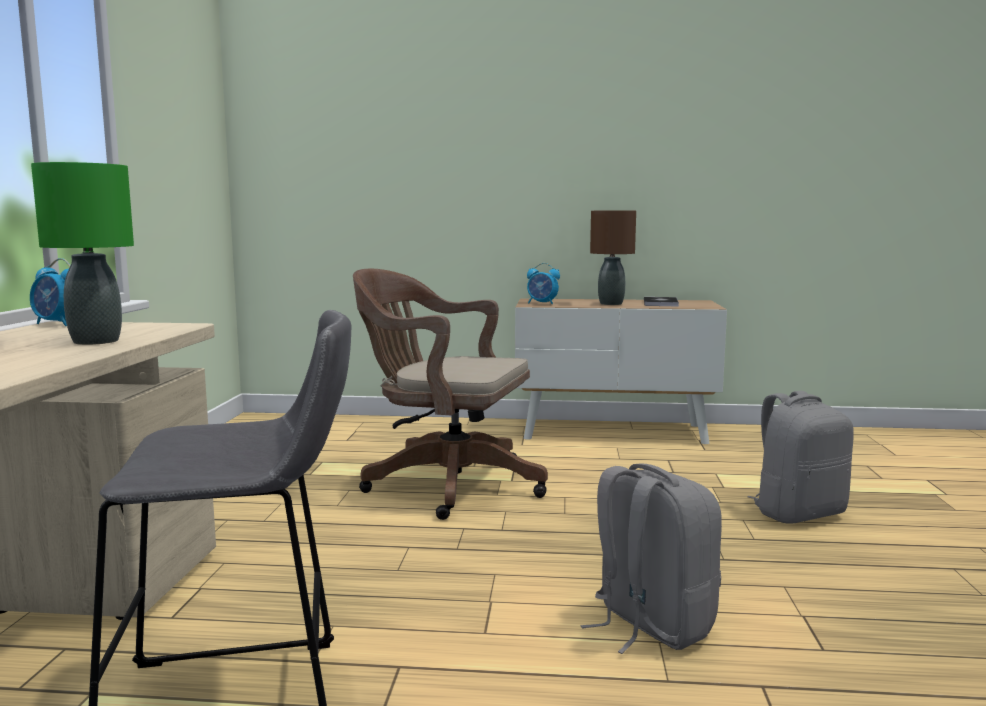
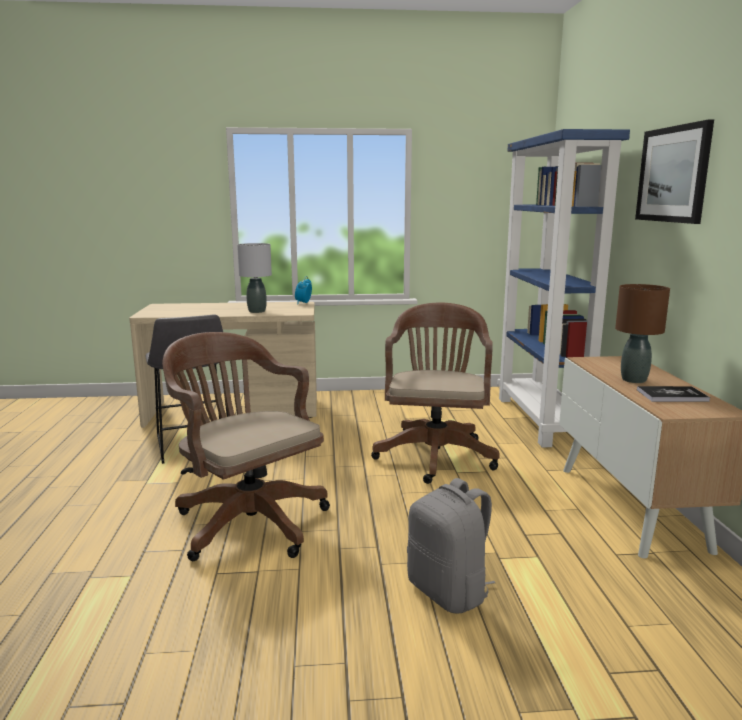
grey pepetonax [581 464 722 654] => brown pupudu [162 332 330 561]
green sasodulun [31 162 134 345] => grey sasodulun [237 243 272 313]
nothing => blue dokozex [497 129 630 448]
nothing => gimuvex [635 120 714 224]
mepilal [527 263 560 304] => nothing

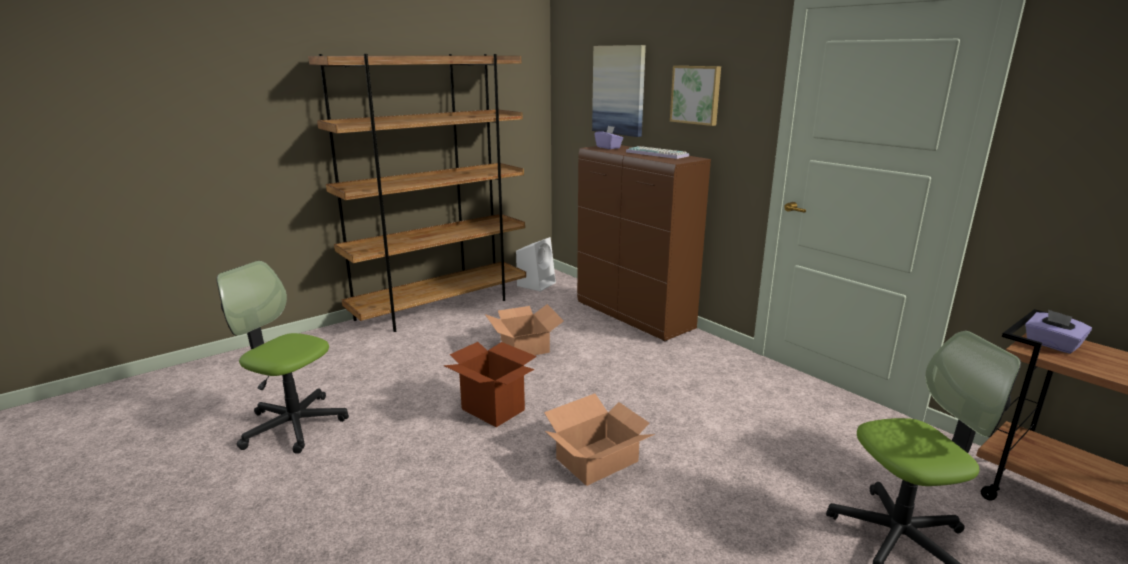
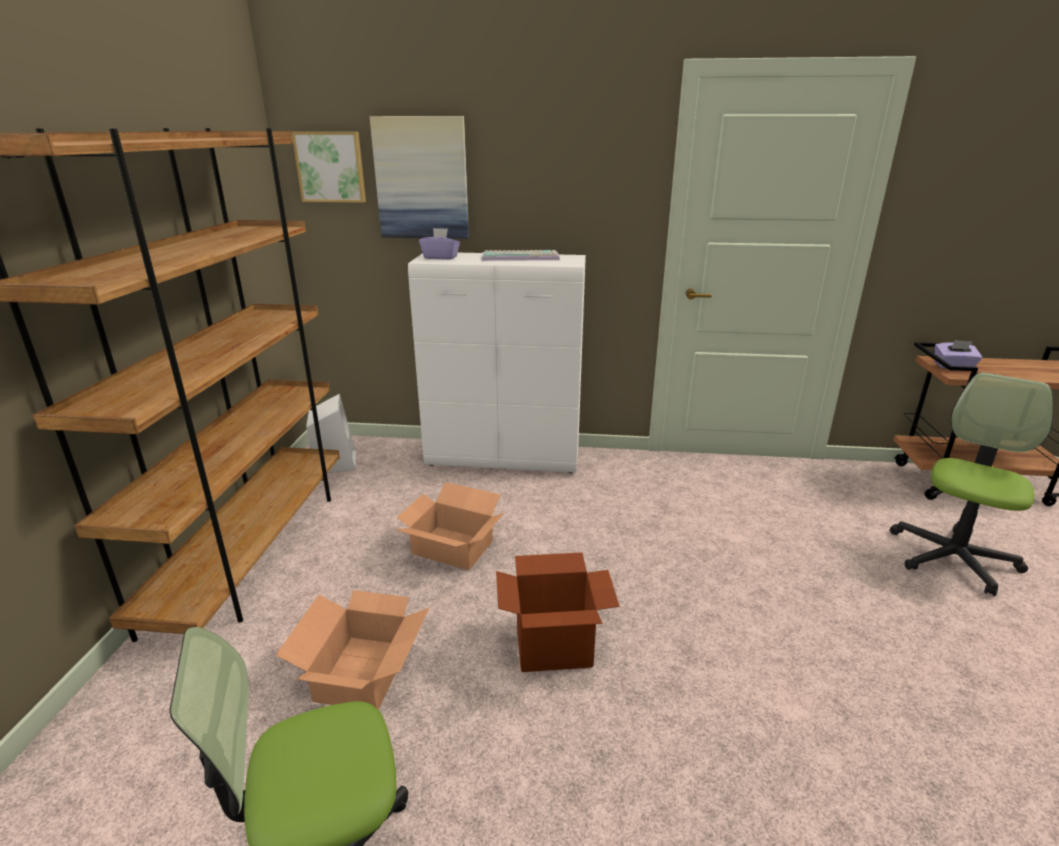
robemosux [544 394 655 486] => robemosux [276 590 429 710], relocated
gimuvex [670 66 721 126] => gimuvex [292 132 366 203], relocated
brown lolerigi [577 145 711 341] => white lolerigi [408 253 586 473]

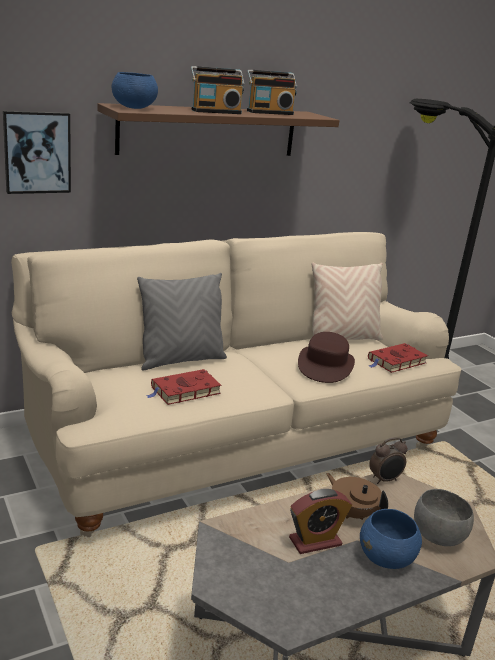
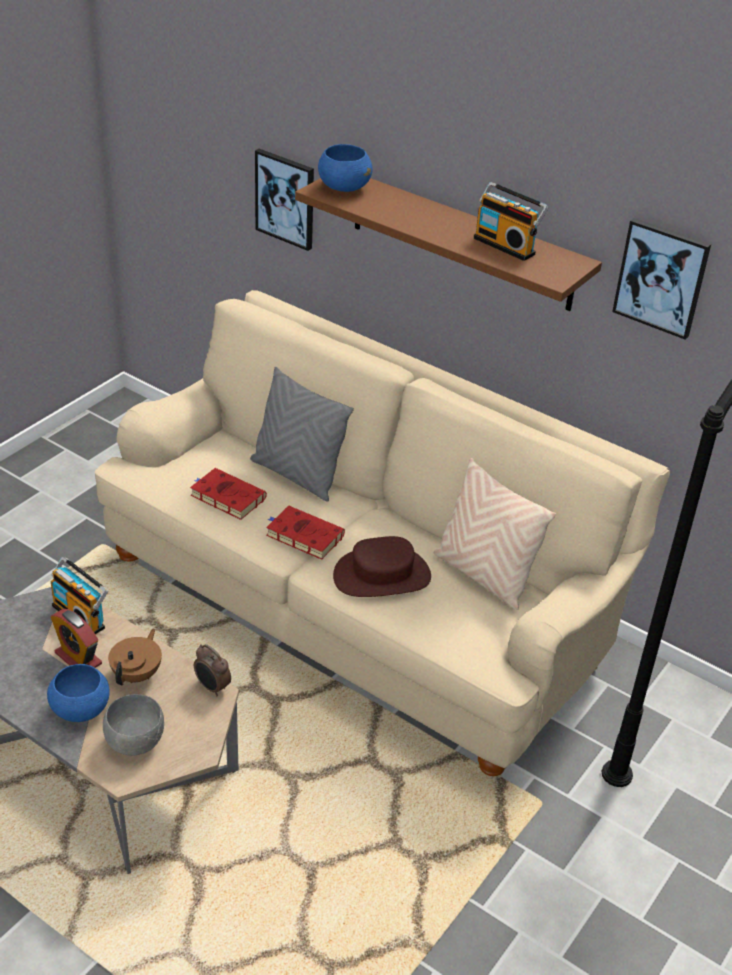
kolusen [190 66 245 114] => kolusen [51 557 108 634], relocated
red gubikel [368 343 428 373] => red gubikel [266 506 345 560], relocated
nothing => gimuvex [612 218 711 340]

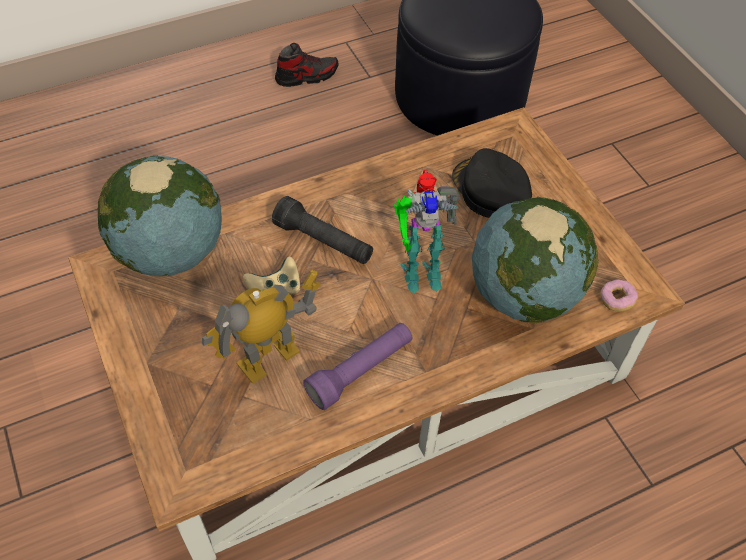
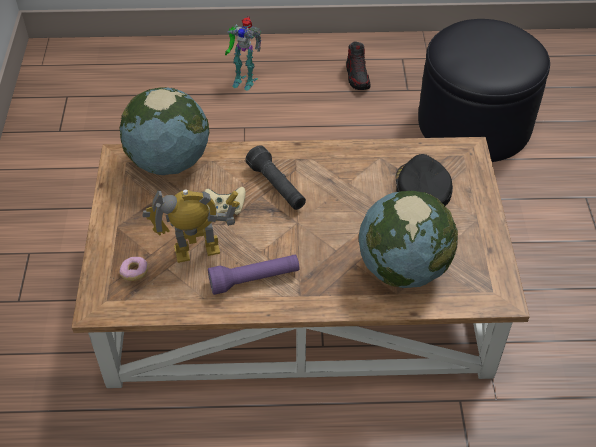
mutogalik [600 279 638 312] => mutogalik [119 257 148 281], relocated
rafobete [394 169 460 293] => rafobete [225 17 261 91], relocated
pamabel [275 43 338 87] => pamabel [346 41 370 90], 75 degrees clockwise

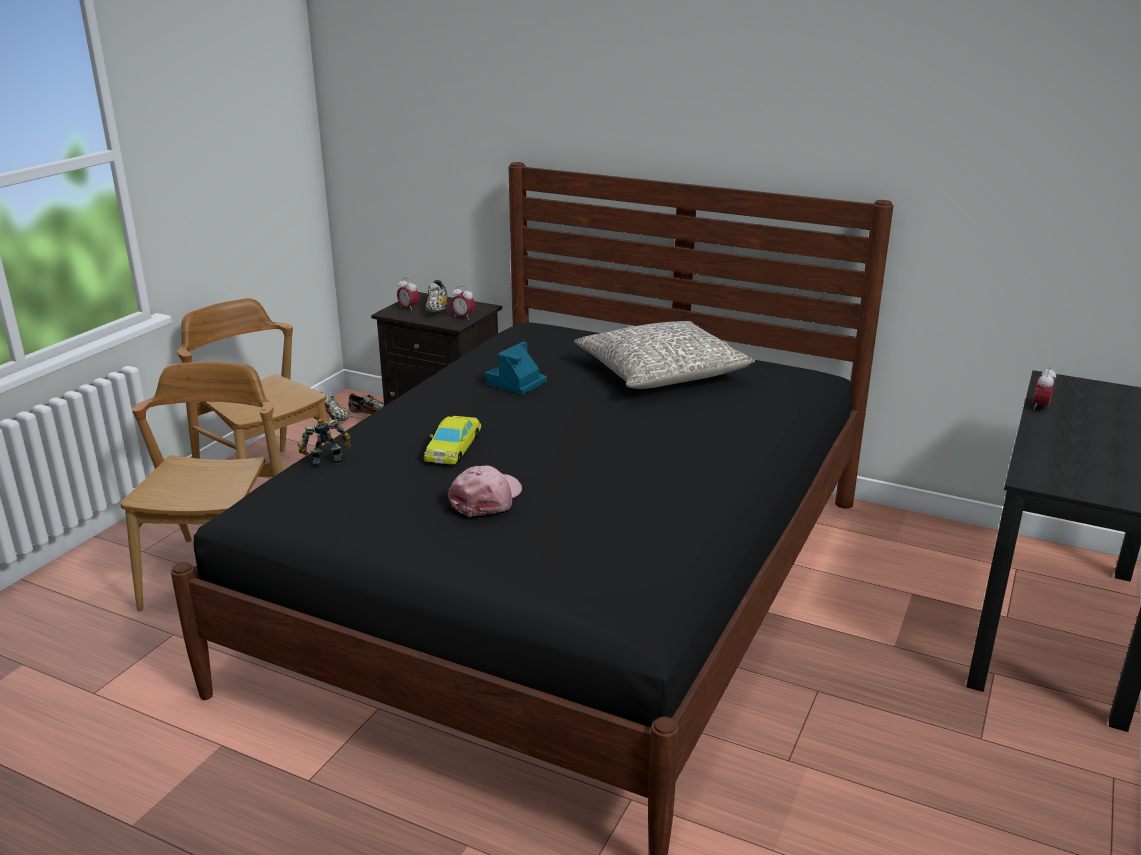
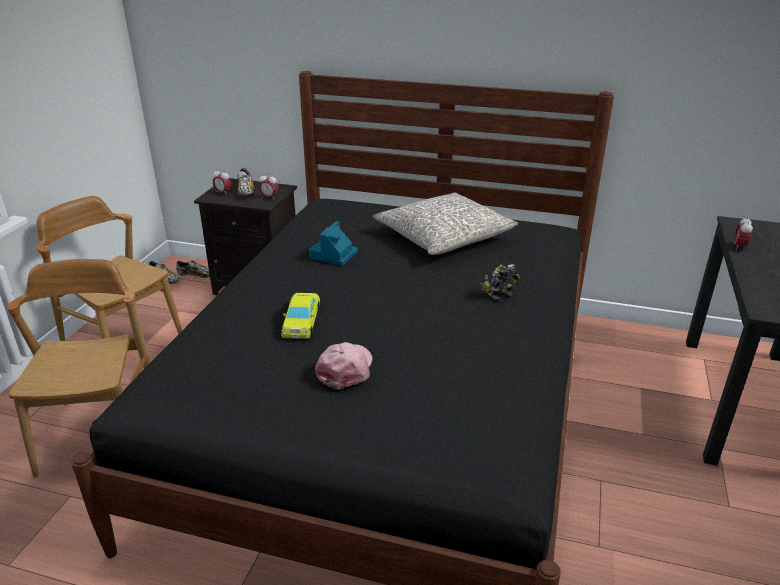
rafobete [297 419 351 466] => rafobete [481 264 520 301], relocated

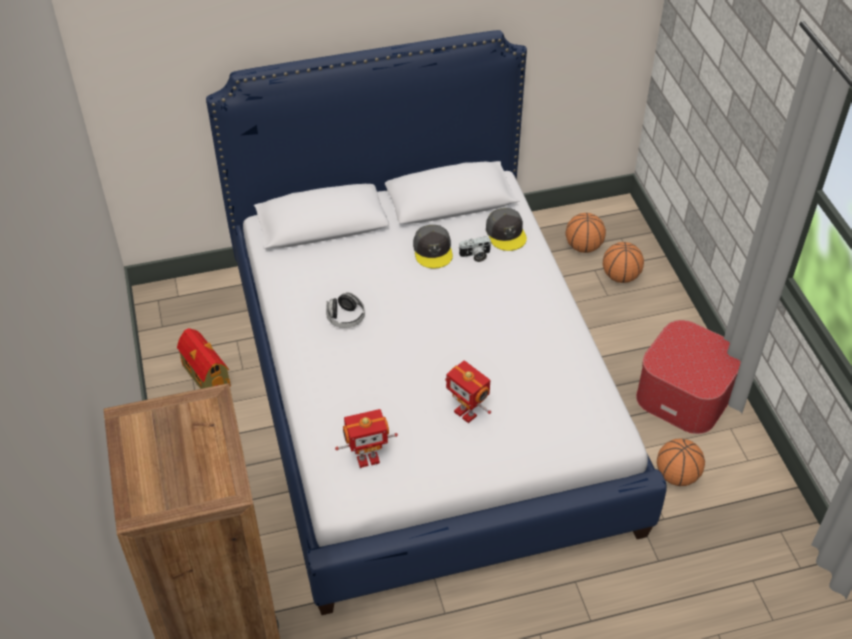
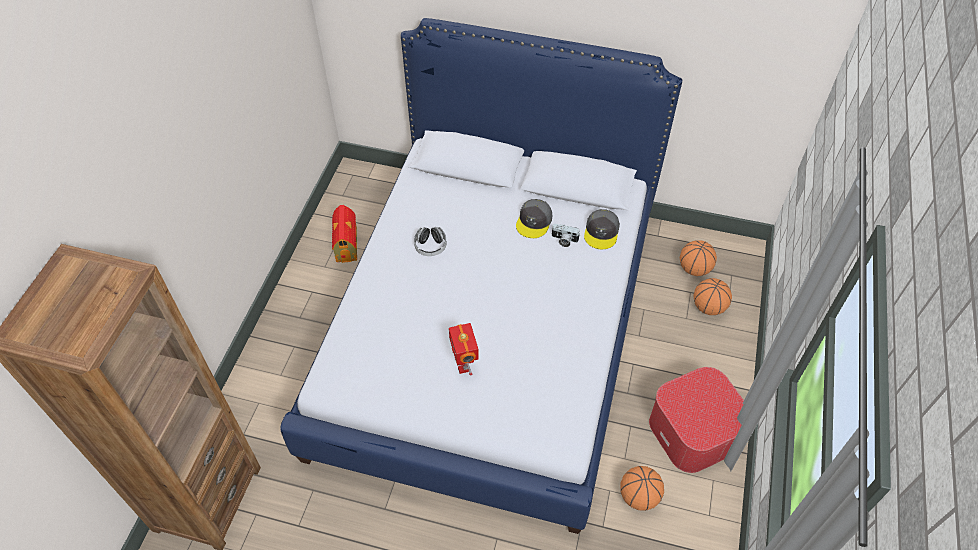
rafobete [335 409 398 468] => nothing

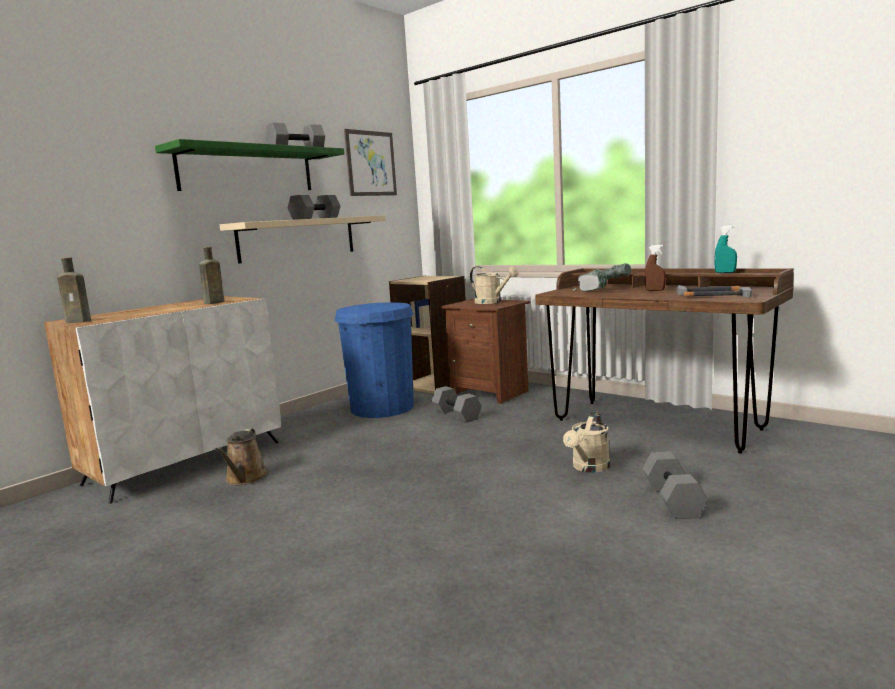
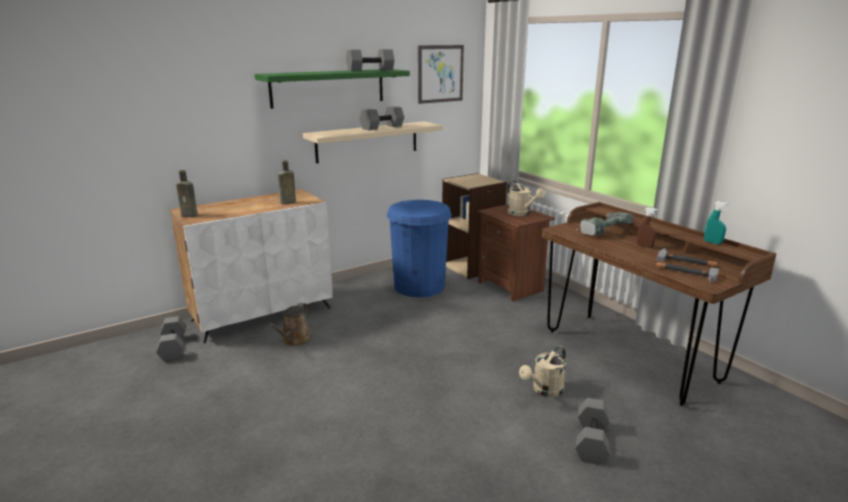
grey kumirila [432 386 482 422] => grey kumirila [156 316 186 361], relocated

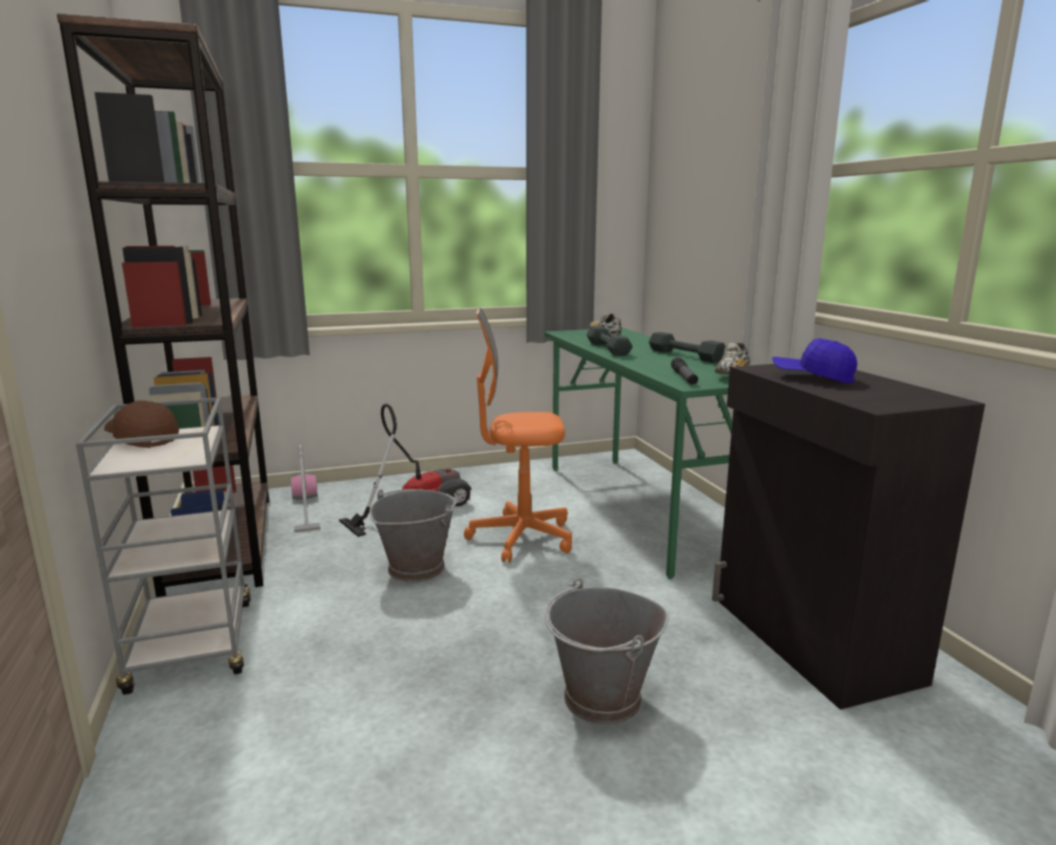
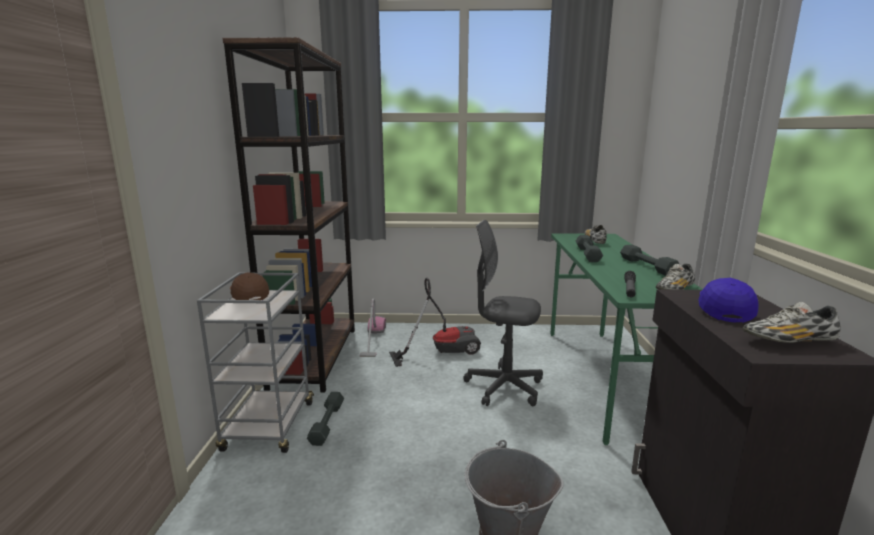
nothing => grey kumirila [307 392 344 446]
orange pupudu [464 308 572 563] => grey pupudu [463 220 543 406]
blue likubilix [772 338 857 384] => blue likubilix [698 278 758 323], 60 degrees clockwise
nothing => pamabel [743 302 841 343]
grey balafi [369 489 457 582] => nothing

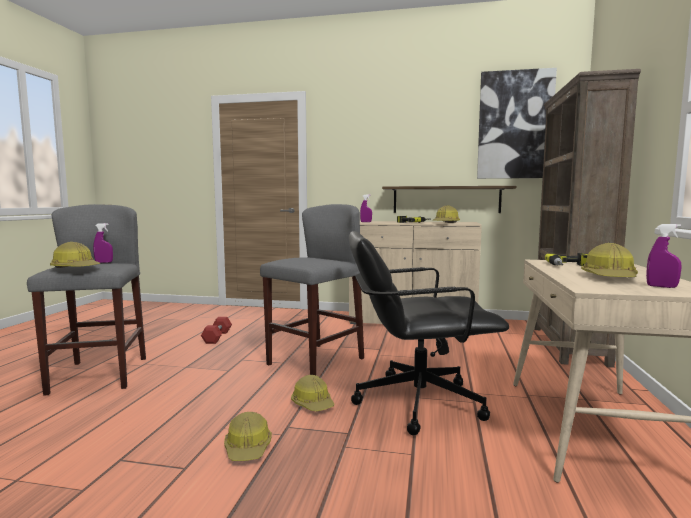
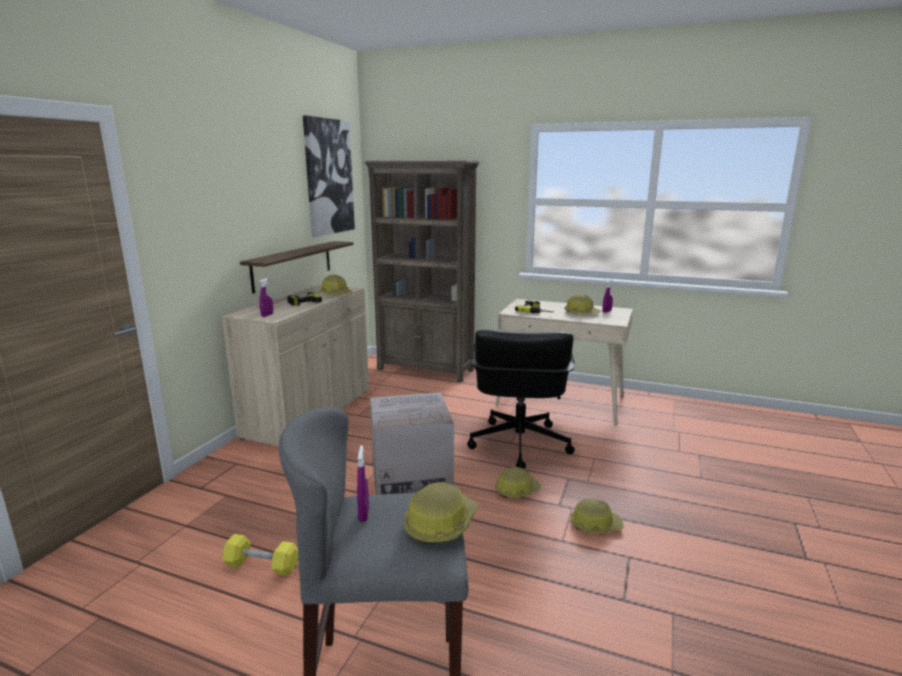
red kumirila [201 317 232 344] => yellow kumirila [222 534 298 576]
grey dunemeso [260 204 364 375] => robemosux [370 392 454 495]

